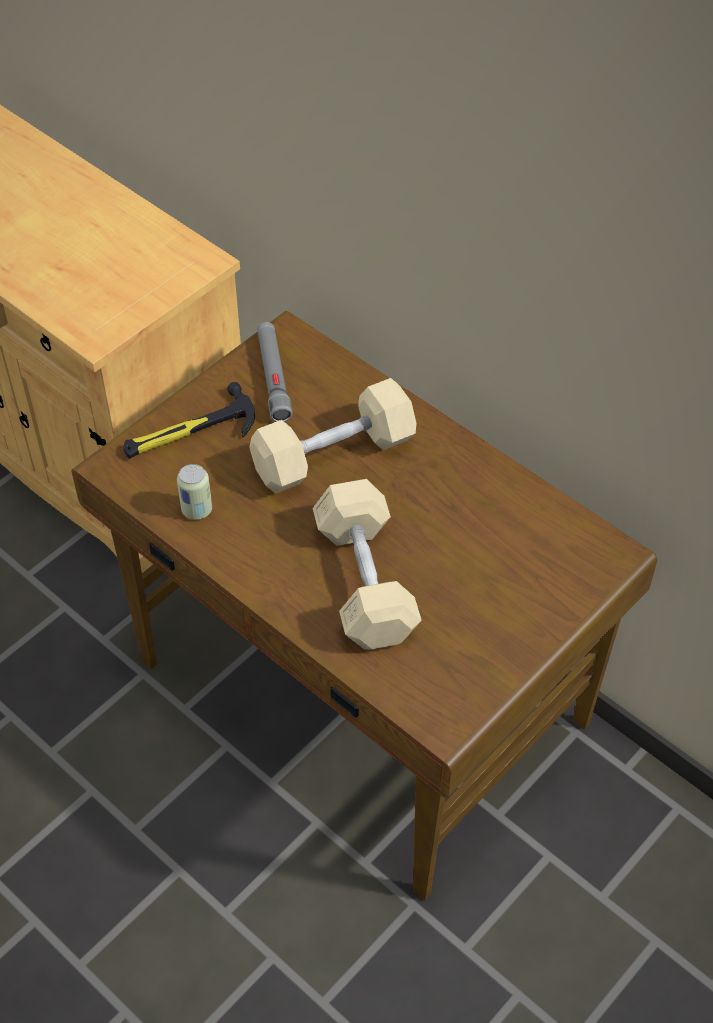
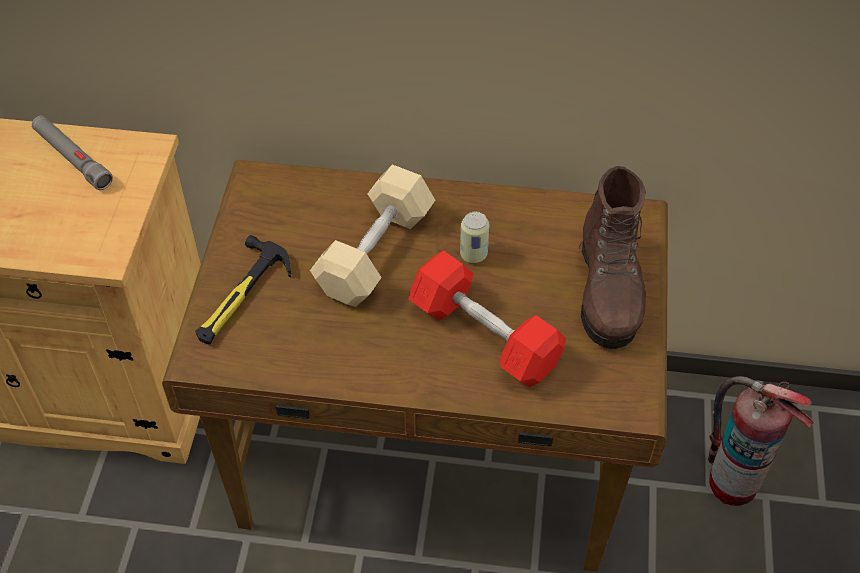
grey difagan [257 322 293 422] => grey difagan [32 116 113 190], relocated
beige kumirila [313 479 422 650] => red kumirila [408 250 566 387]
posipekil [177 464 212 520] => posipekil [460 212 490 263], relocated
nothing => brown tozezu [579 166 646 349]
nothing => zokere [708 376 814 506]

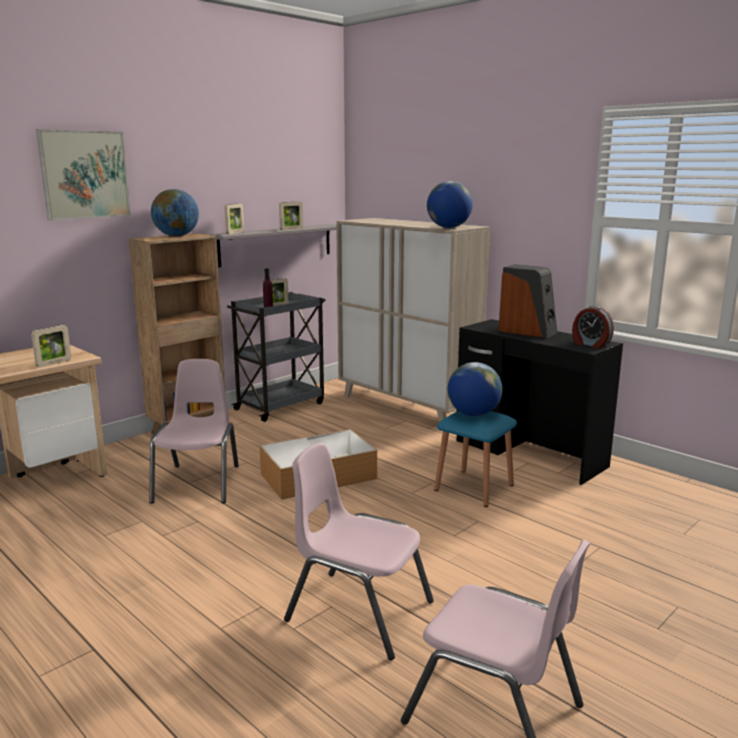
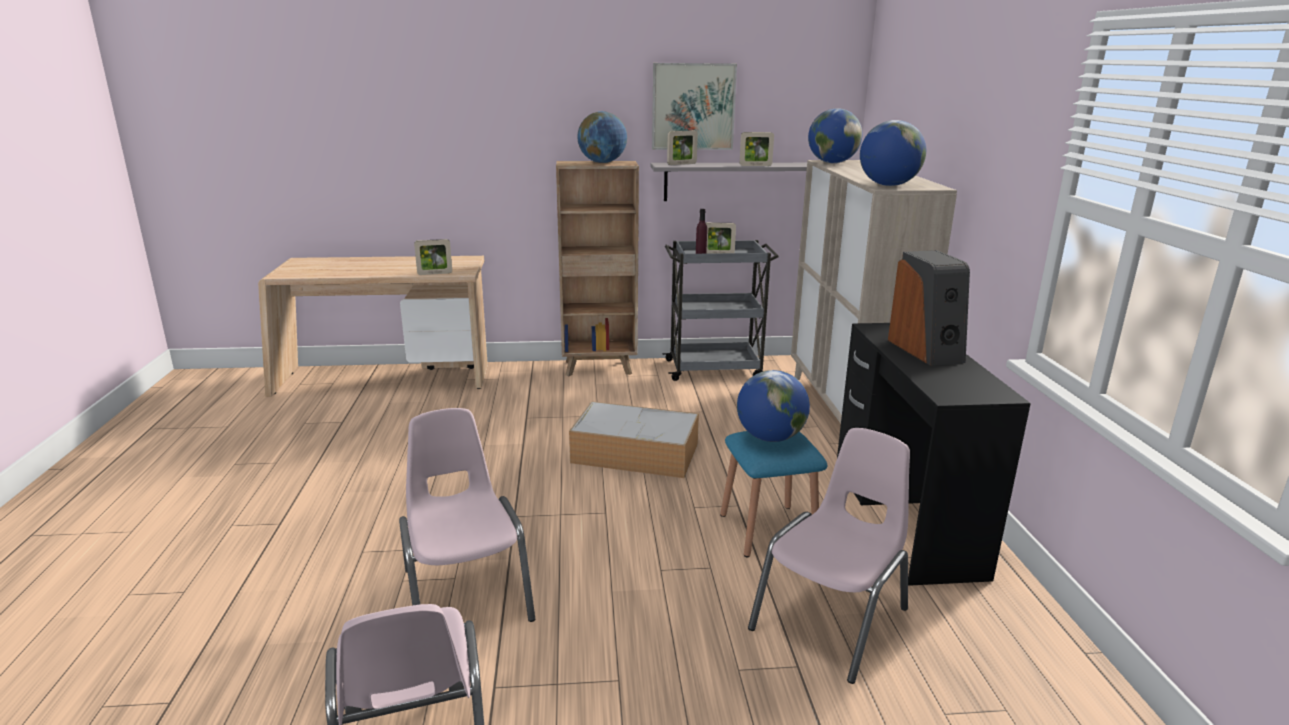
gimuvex [36 129 131 220] => gimuvex [652 63 737 150], relocated
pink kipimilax [149 359 239 504] => pink kipimilax [748 428 910 684], relocated
nothing => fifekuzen [808 108 862 163]
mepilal [572 306 614 348] => nothing

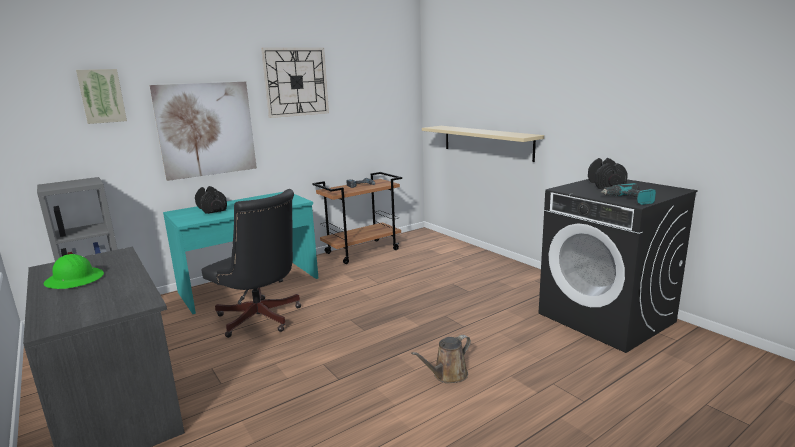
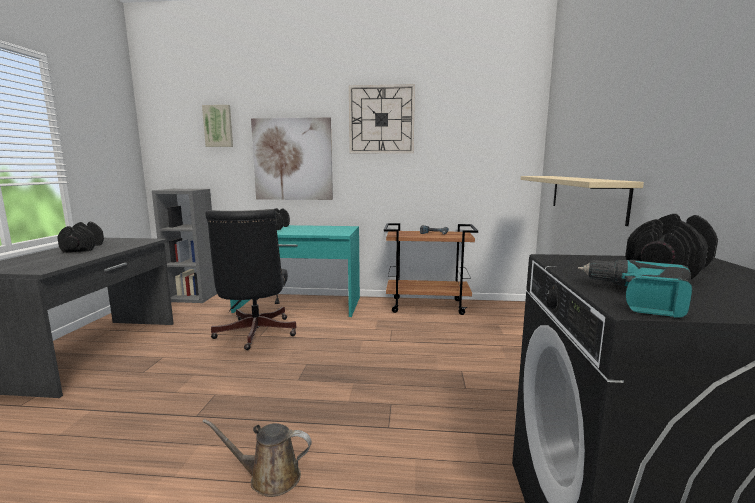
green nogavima [43 254 104 289] => black kumirila [57 222 104 253]

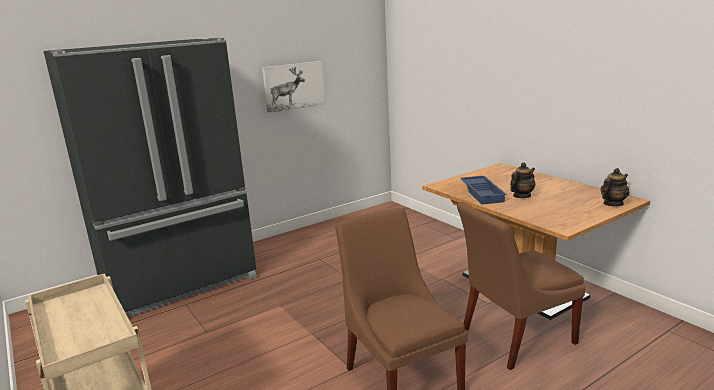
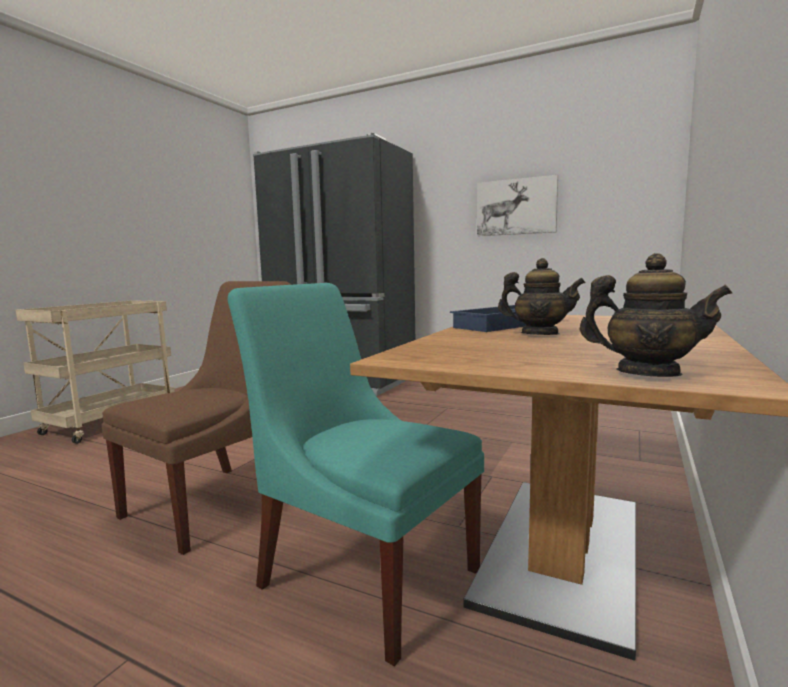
brown kipimilax [457 202 585 370] => turquoise kipimilax [228 283 484 666]

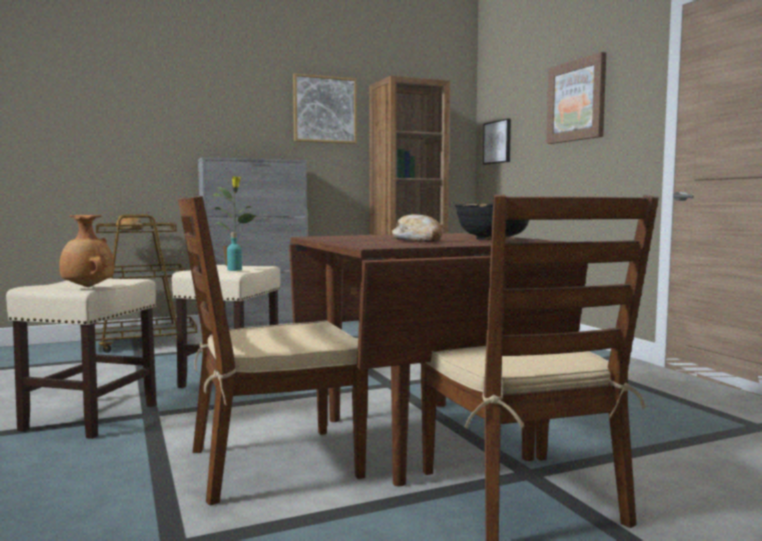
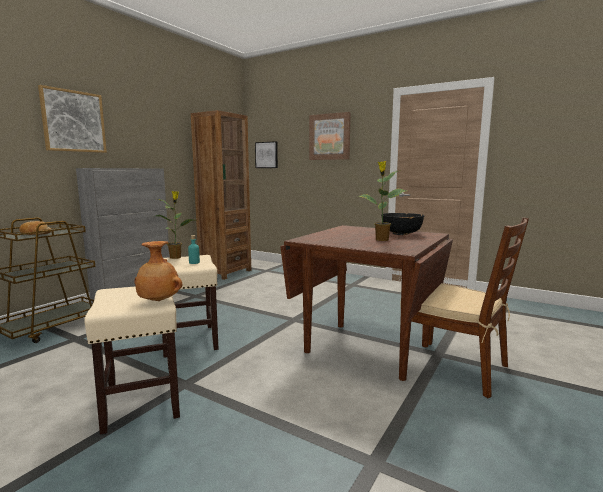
gimuvex [293 73 357 144] => gimuvex [38 85 107 153], relocated
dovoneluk [392 214 442 242] => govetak [358 161 406 241]
brown kipimilax [178 196 368 506] => nothing

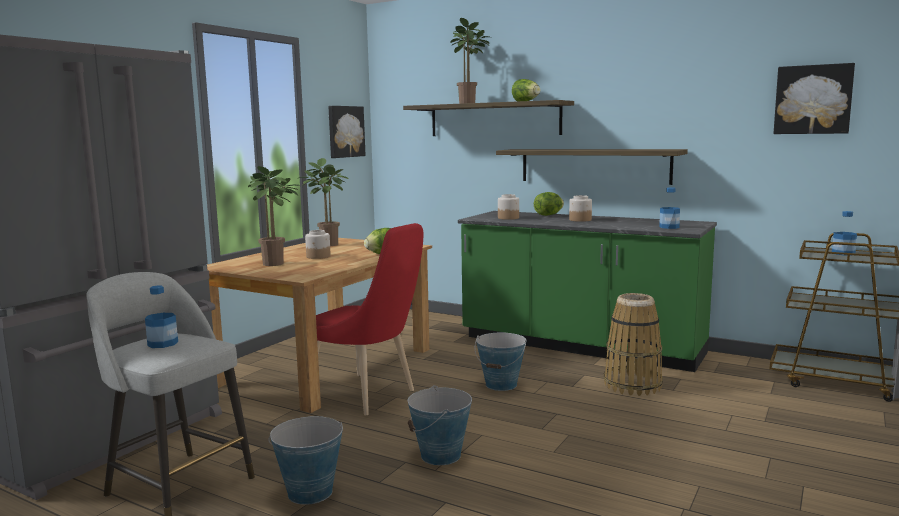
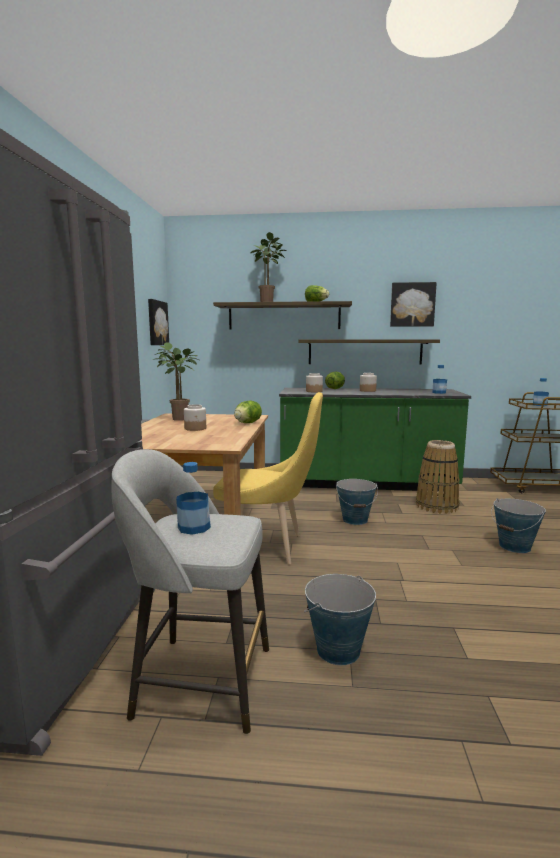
red kipimilax [316 223 424 416] => yellow kipimilax [213 392 323 565]
gimuvex [774 63 855 134] => gimuvex [390 282 437 327], relocated
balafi [407 385 472 465] => balafi [491 498 546 553], relocated
govetak [248 166 300 266] => nothing

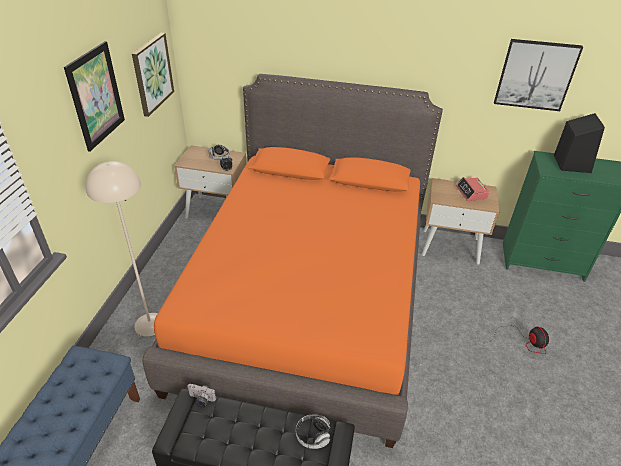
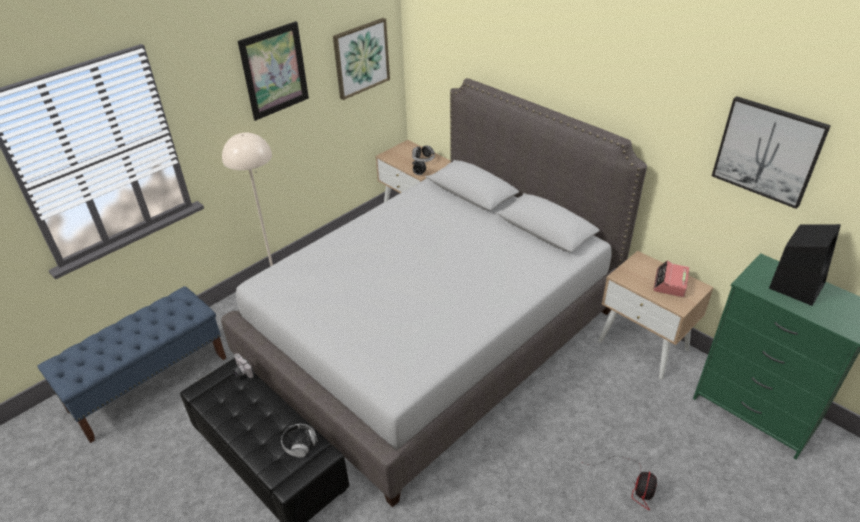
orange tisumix [142 74 443 448] => grey tisumix [221 78 647 507]

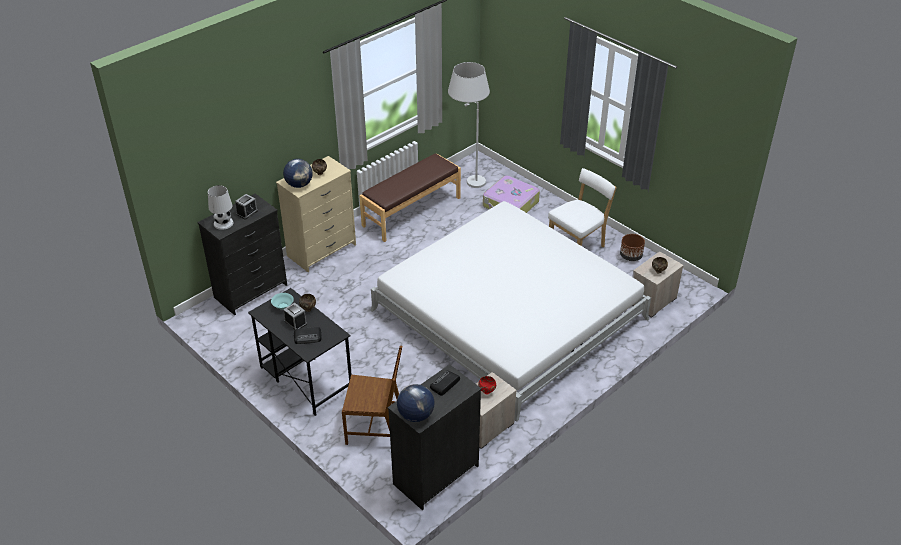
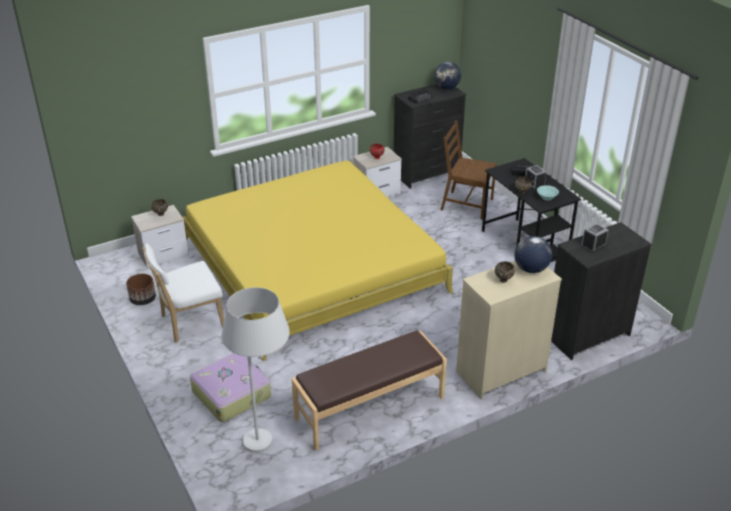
white tisumix [370 201 651 422] => yellow tisumix [183 160 453 361]
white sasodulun [208 185 234 230] => nothing

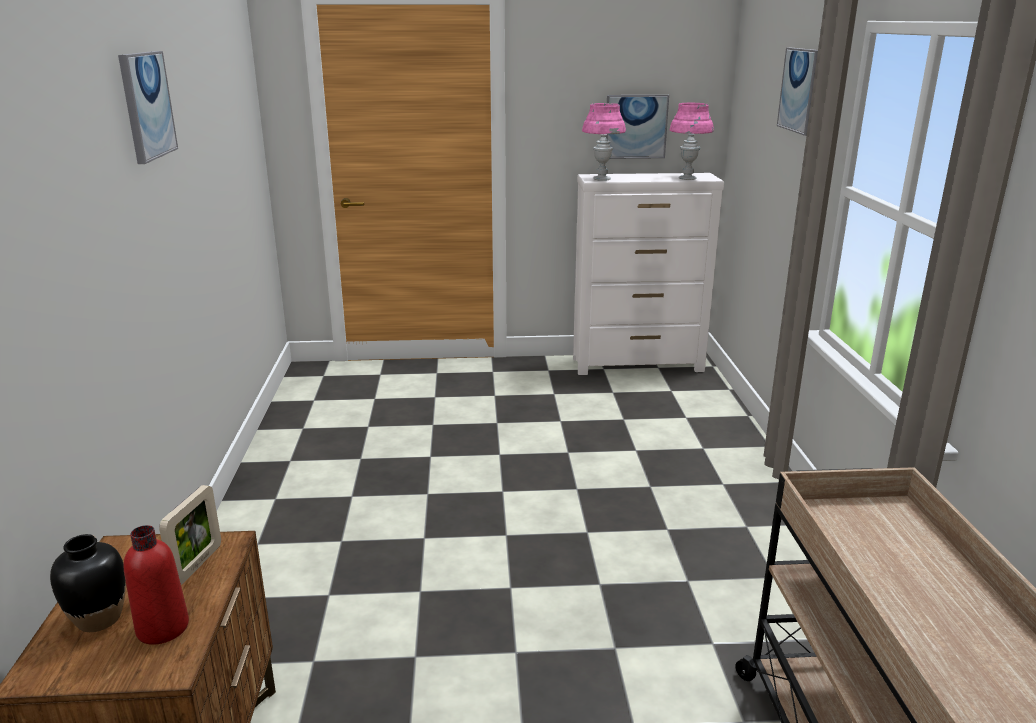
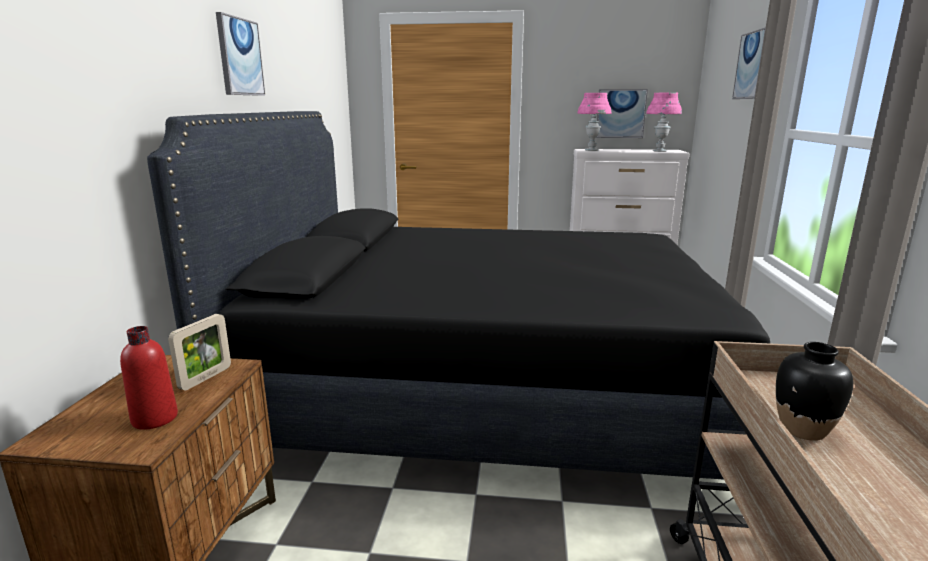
nothing => black tisumix [147 111 770 480]
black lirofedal [50 534 126 632] => black lirofedal [776 342 853 441], relocated

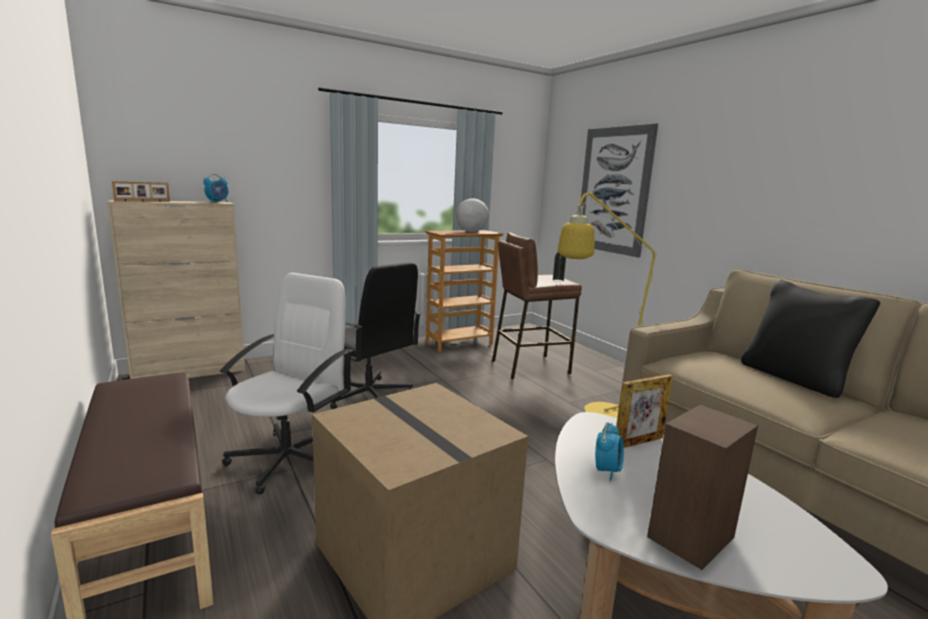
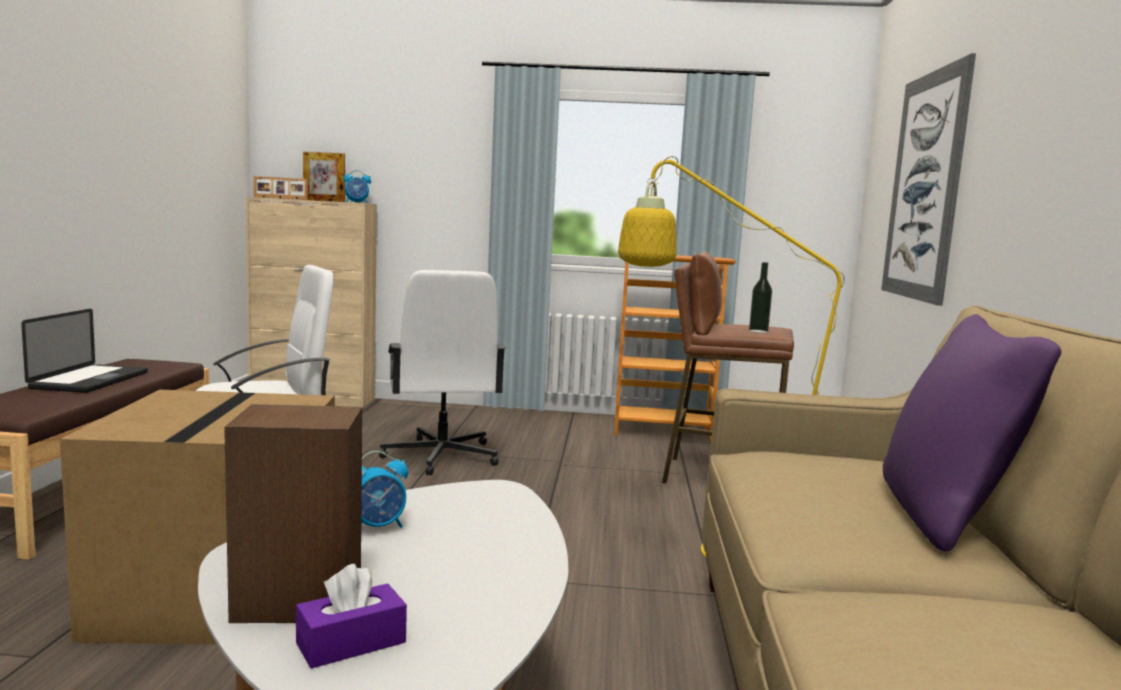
nothing => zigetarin [21 309 148 393]
nothing => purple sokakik [296 564 407 669]
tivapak [616 374 673 448] => tivapak [303 152 345 202], relocated
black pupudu [330 262 421 409] => white pupudu [379 270 506 475]
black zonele [741 280 880 398] => purple zonele [883 314 1061 552]
fifekuzen [456 198 489 232] => nothing

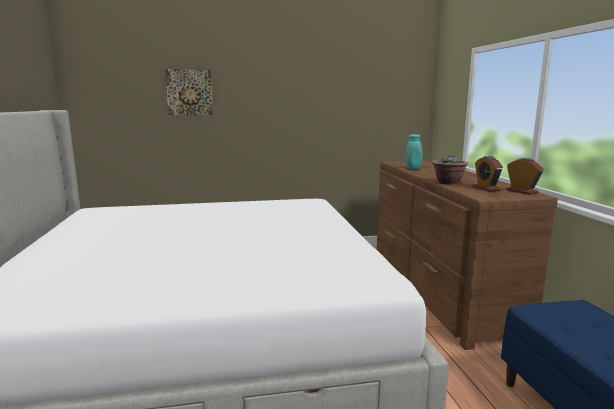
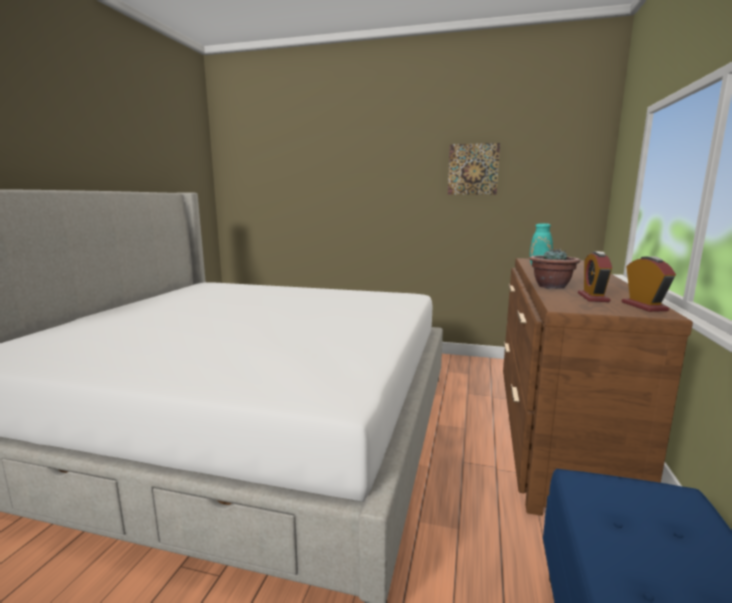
gimuvex [165 69 213 115] => gimuvex [448 143 500 194], relocated

